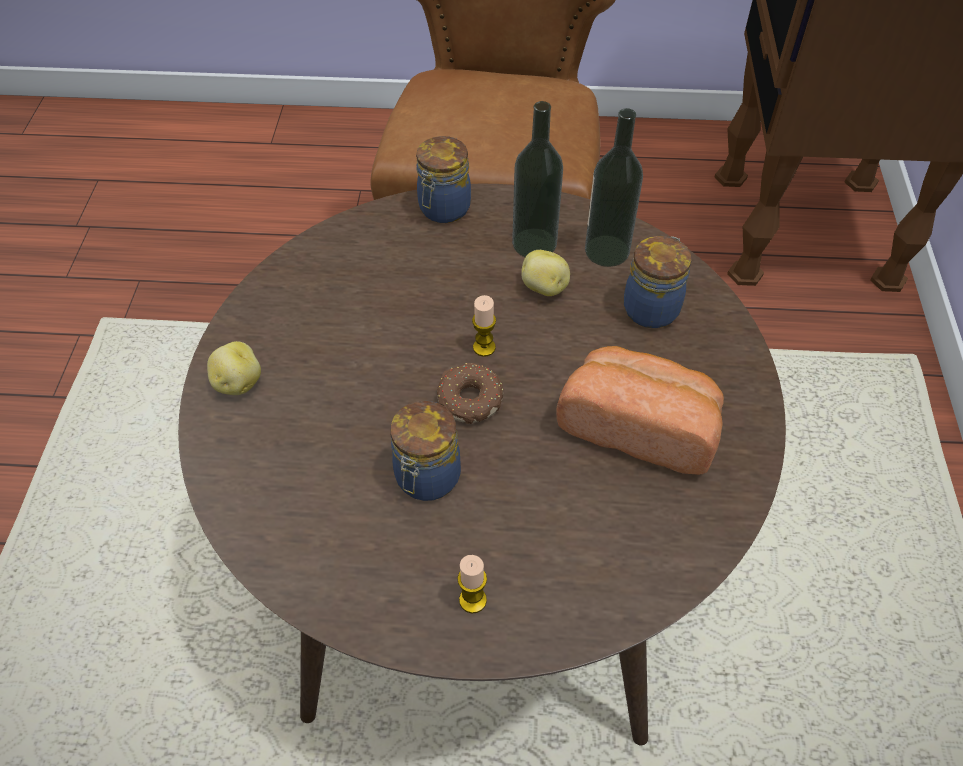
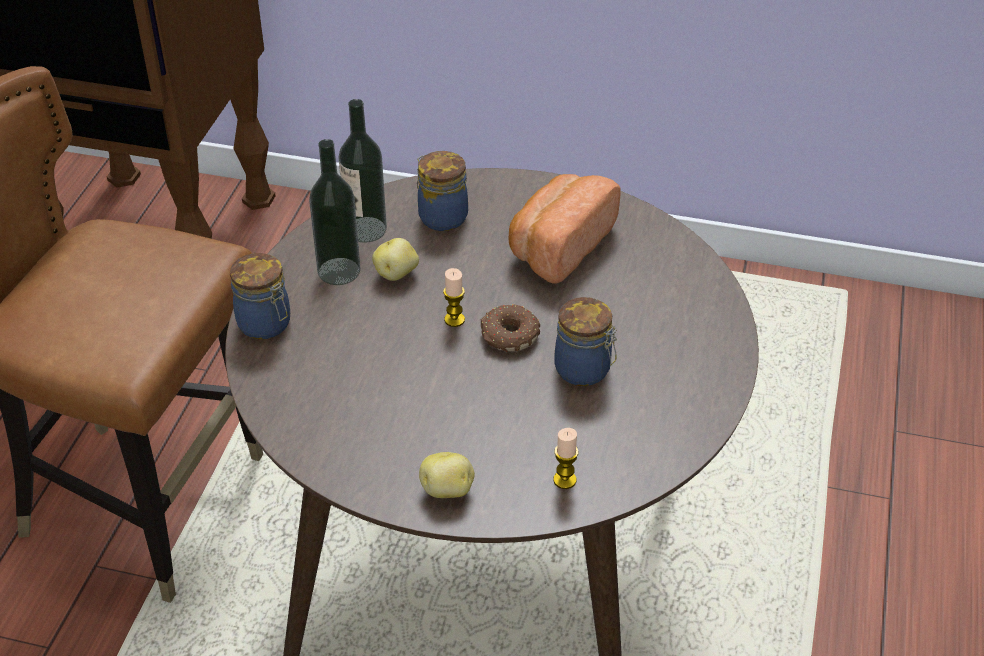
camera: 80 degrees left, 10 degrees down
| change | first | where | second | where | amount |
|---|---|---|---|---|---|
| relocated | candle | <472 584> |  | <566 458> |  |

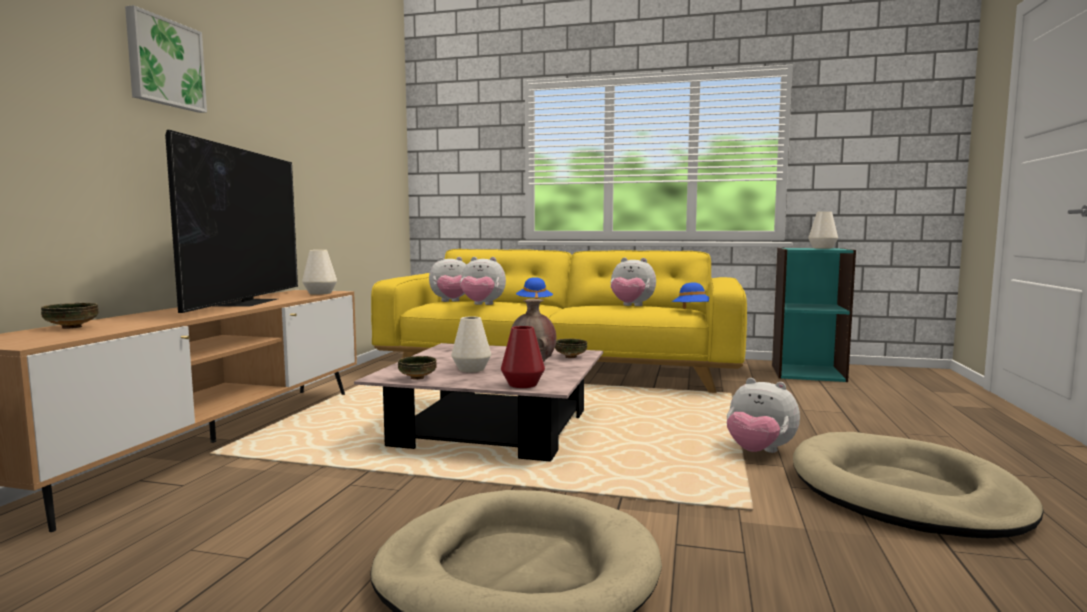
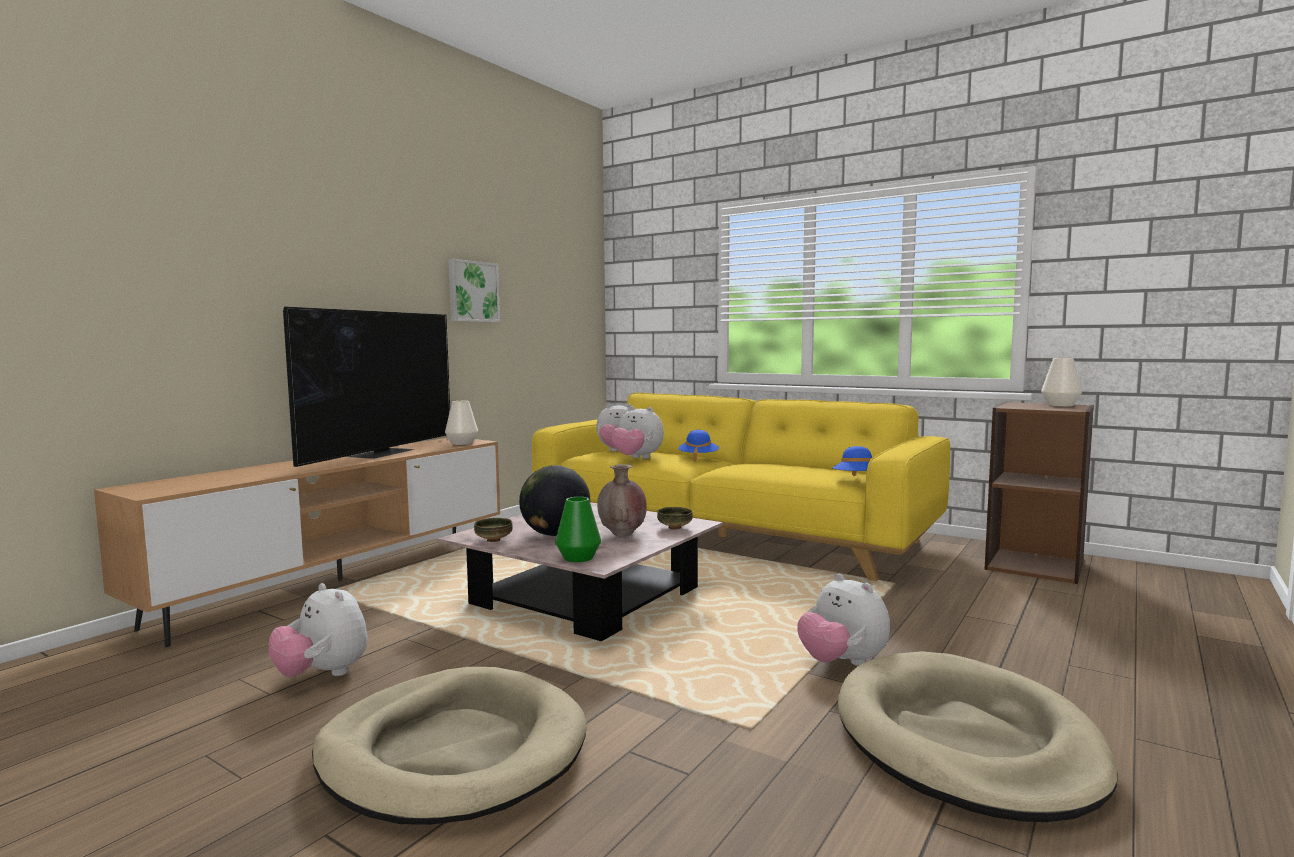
camera: 20 degrees right, 0 degrees up
| change | first | where | second | where | amount |
|---|---|---|---|---|---|
| relocated | plush toy | <633 281> |  | <318 630> |  |
| relocated | picture | <166 59> |  | <474 290> |  |
| exchanged | vase (white) | <471 344> | globe | <554 500> |  |
| colour | vase (red) | <523 357> | vase (green) | <578 529> |  |
| colour | bookcase (turquoise) | <814 315> | bookcase (brown) | <1039 493> |  |
| missing | bowl | <69 315> |  |  |  |

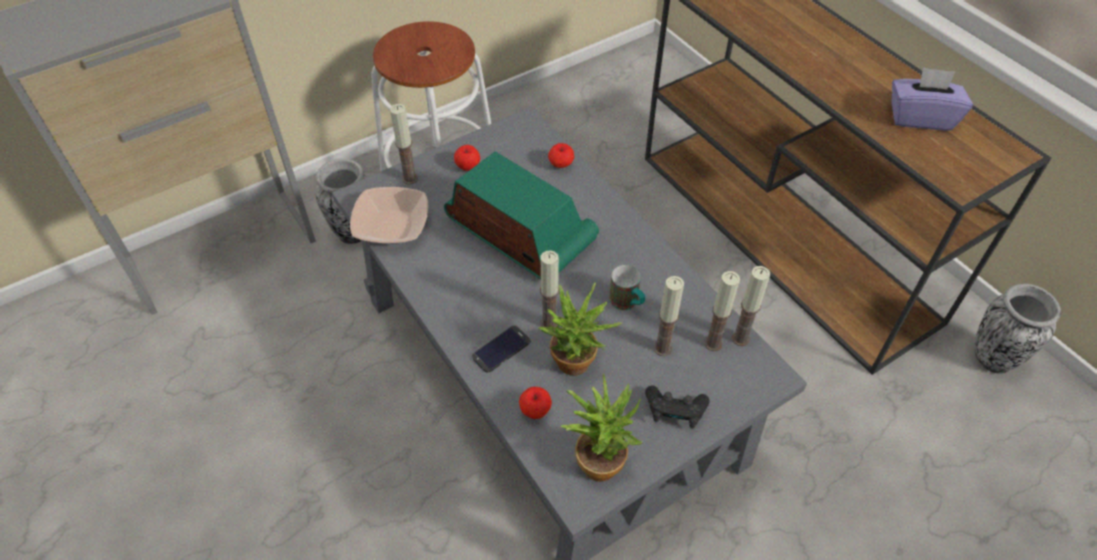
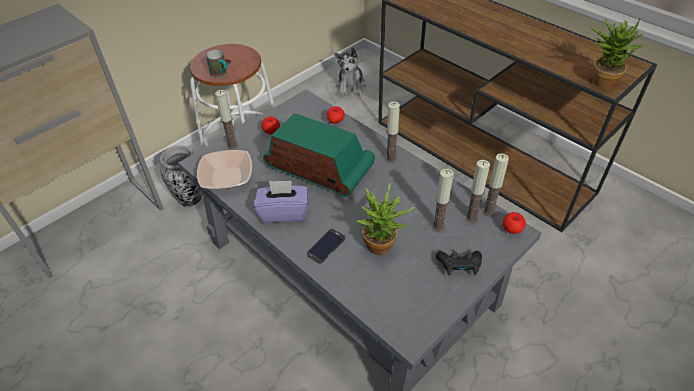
camera: 10 degrees left, 5 degrees down
| change | first | where | second | where | amount |
|---|---|---|---|---|---|
| relocated | mug | <627 287> |  | <216 64> |  |
| relocated | tissue box (purple) | <932 99> |  | <281 202> |  |
| appeared |  |  | plush toy | <350 71> |  |
| relocated | candle | <549 288> |  | <392 132> |  |
| relocated | apple | <535 403> |  | <514 223> |  |
| relocated | potted plant | <601 427> |  | <617 53> |  |
| missing | vase | <1018 329> |  |  |  |

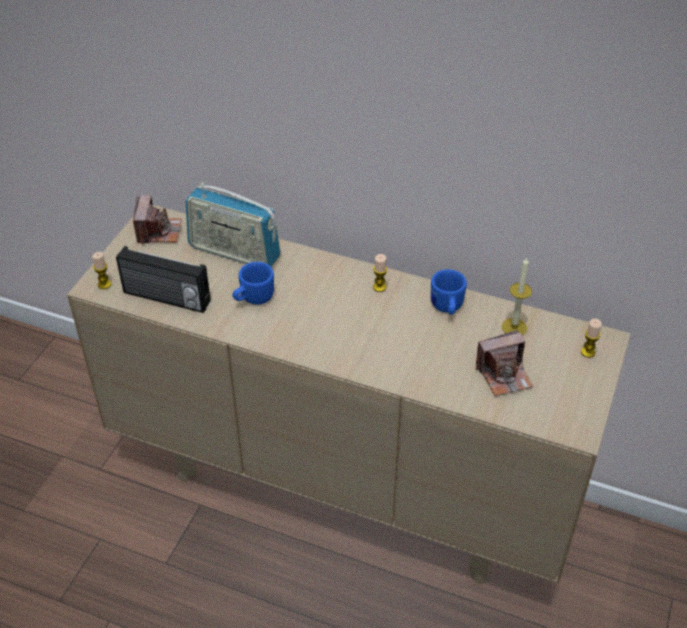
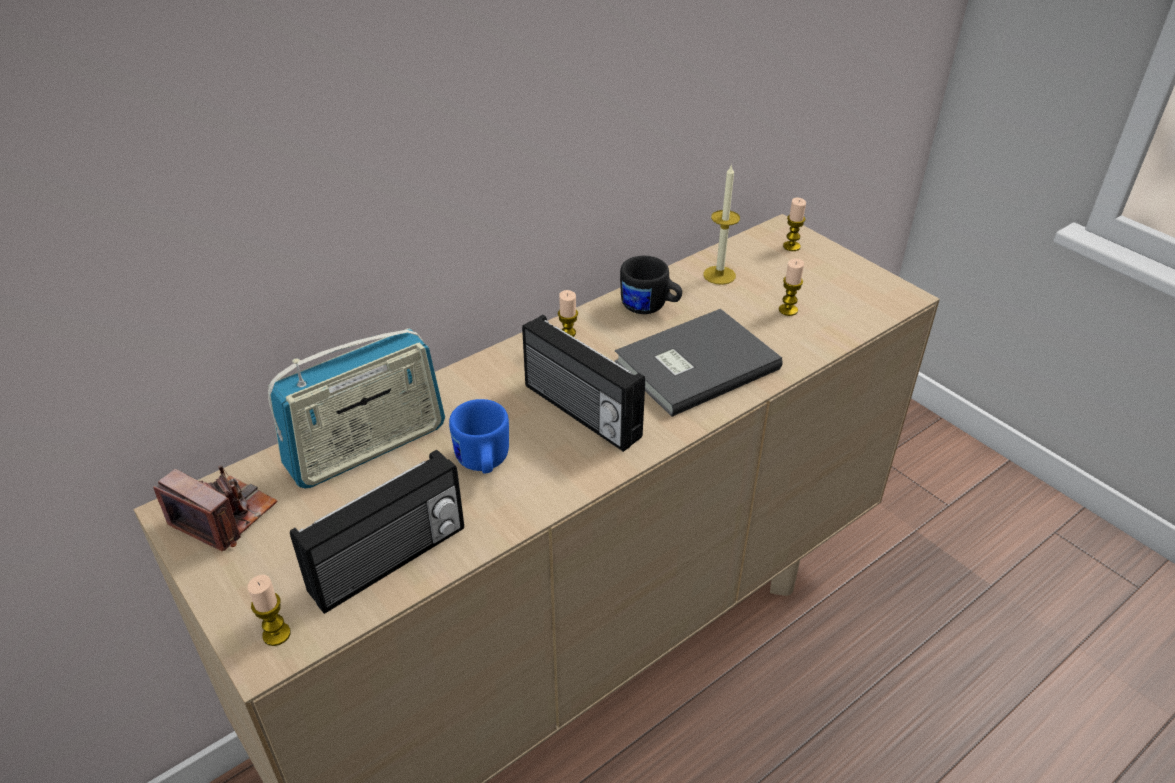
camera: 60 degrees left, 5 degrees down
| change | first | where | second | where | amount |
|---|---|---|---|---|---|
| appeared |  |  | radio | <583 383> |  |
| appeared |  |  | book (grey) | <699 363> |  |
| colour | mug (blue) | <449 292> | mug (black) | <651 285> |  |
| exchanged | photo camera | <505 363> | candle | <791 287> |  |

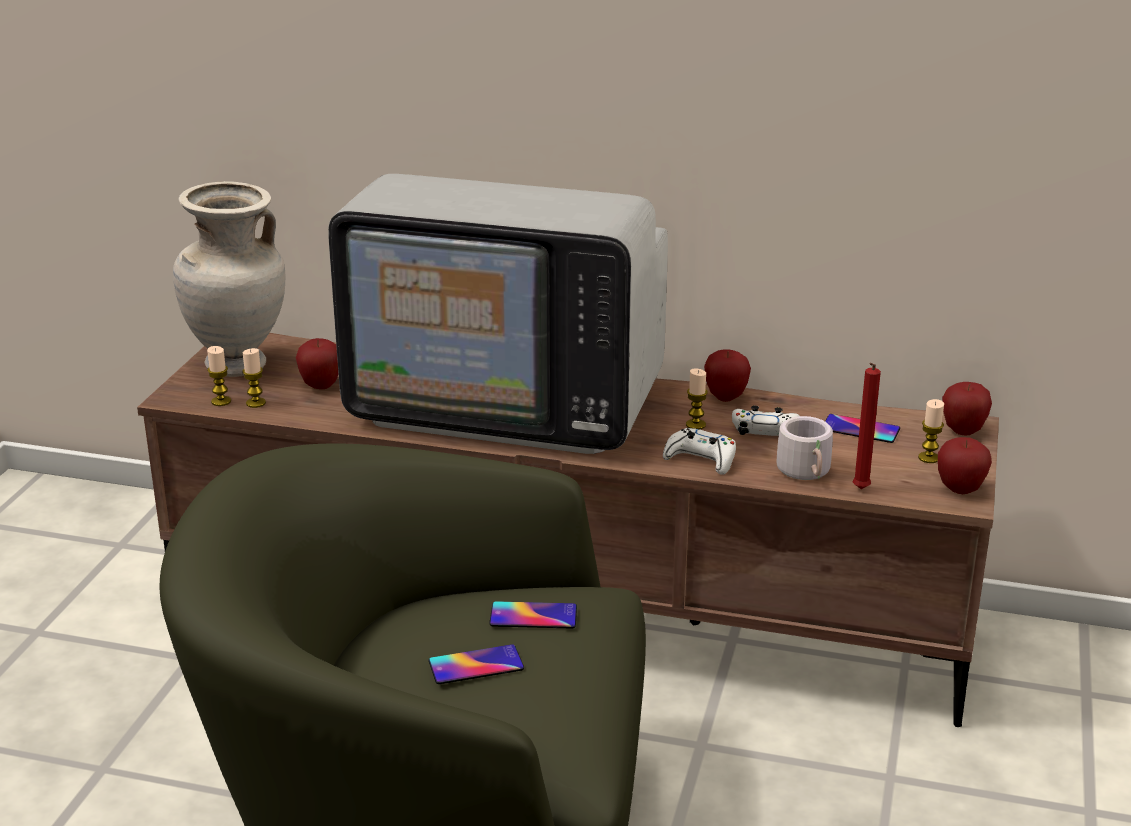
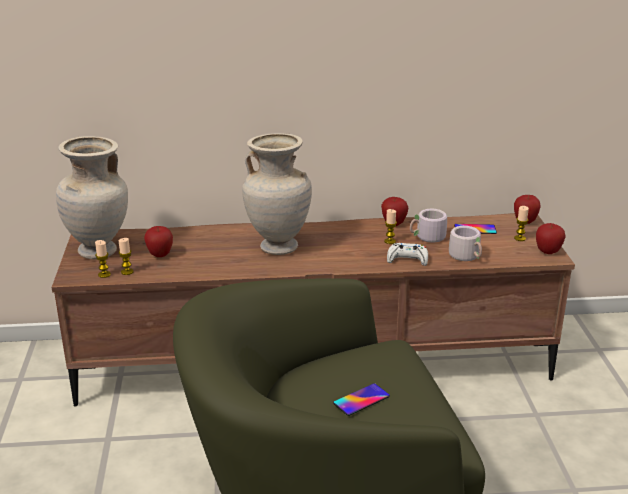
camera: 20 degrees left, 0 degrees up
| change | first | where | second | where | amount |
|---|---|---|---|---|---|
| exchanged | television | <498 314> | vase (beige) | <277 194> |  |
| exchanged | game controller (white) | <765 421> | mug (grey) | <428 225> |  |
| missing | phone | <533 615> |  |  |  |
| missing | candle (red) | <867 426> |  |  |  |

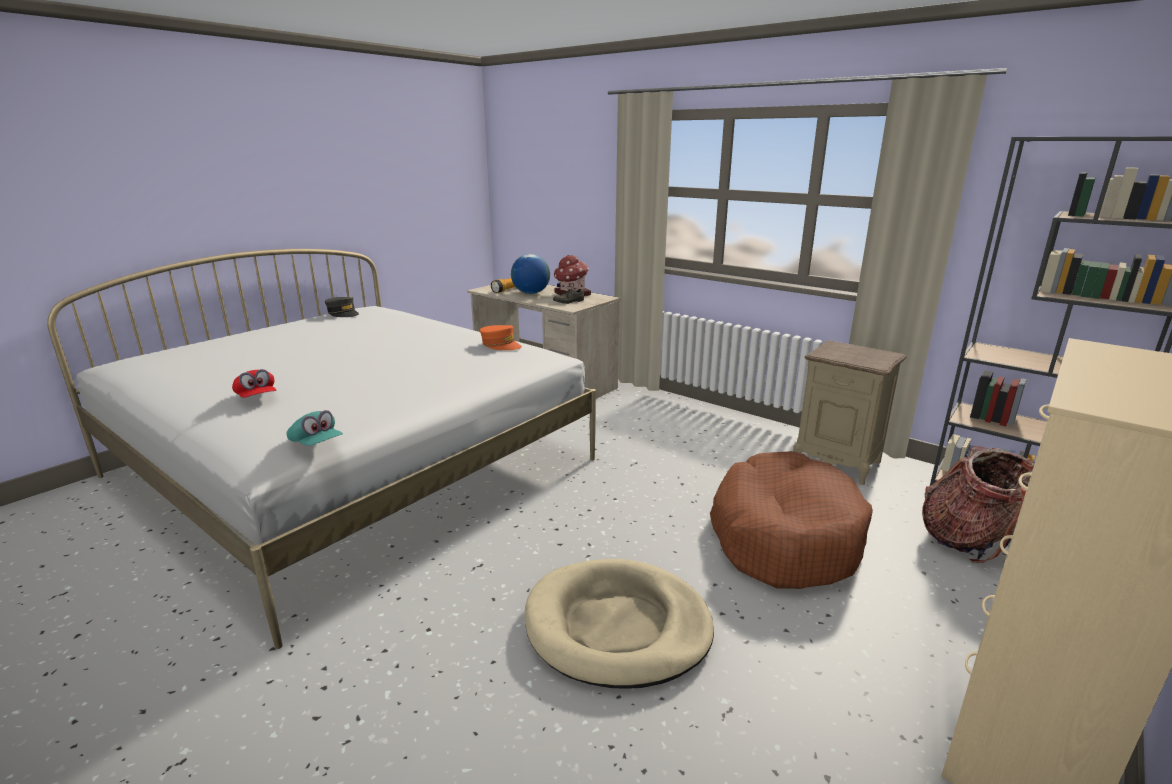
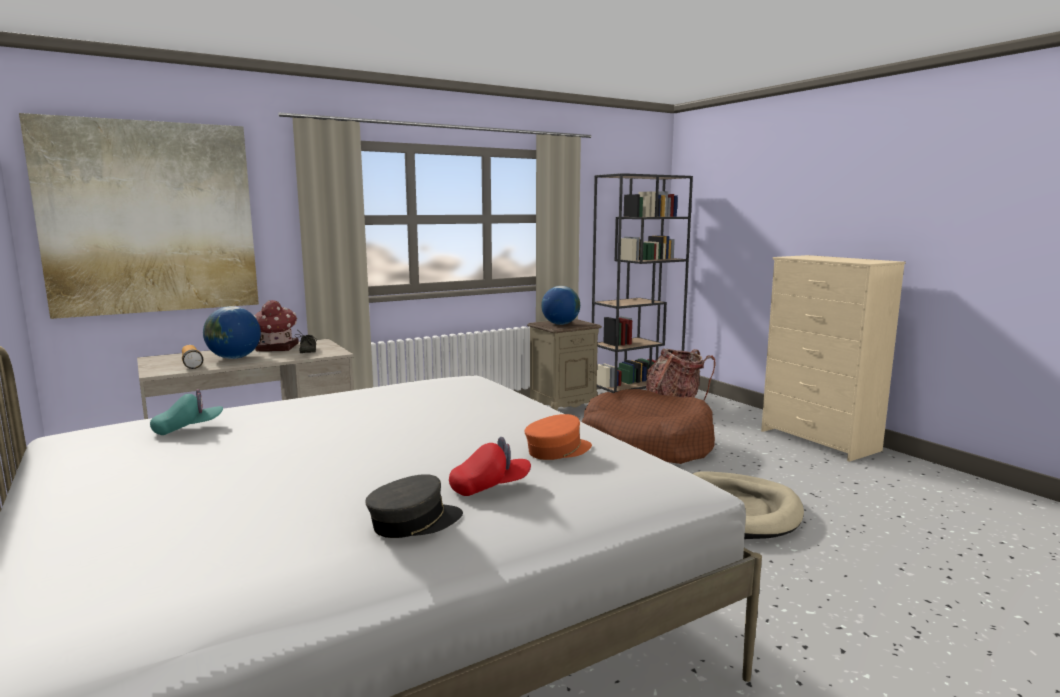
camera: 70 degrees left, 10 degrees down
| change | first | where | second | where | amount |
|---|---|---|---|---|---|
| appeared |  |  | picture | <139 216> |  |
| relocated | cap (turquoise) | <314 428> |  | <186 412> |  |
| relocated | cap (grey) | <342 307> |  | <414 506> |  |
| relocated | cap (orange) | <501 337> |  | <558 437> |  |
| appeared |  |  | globe | <560 305> |  |

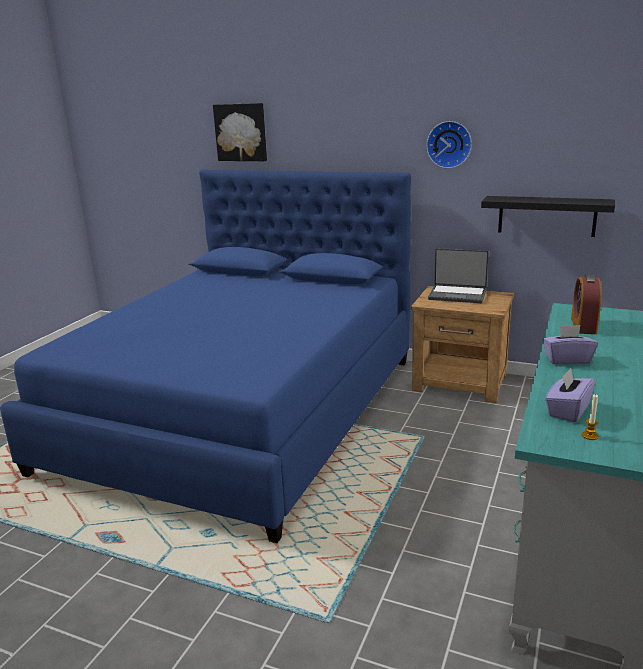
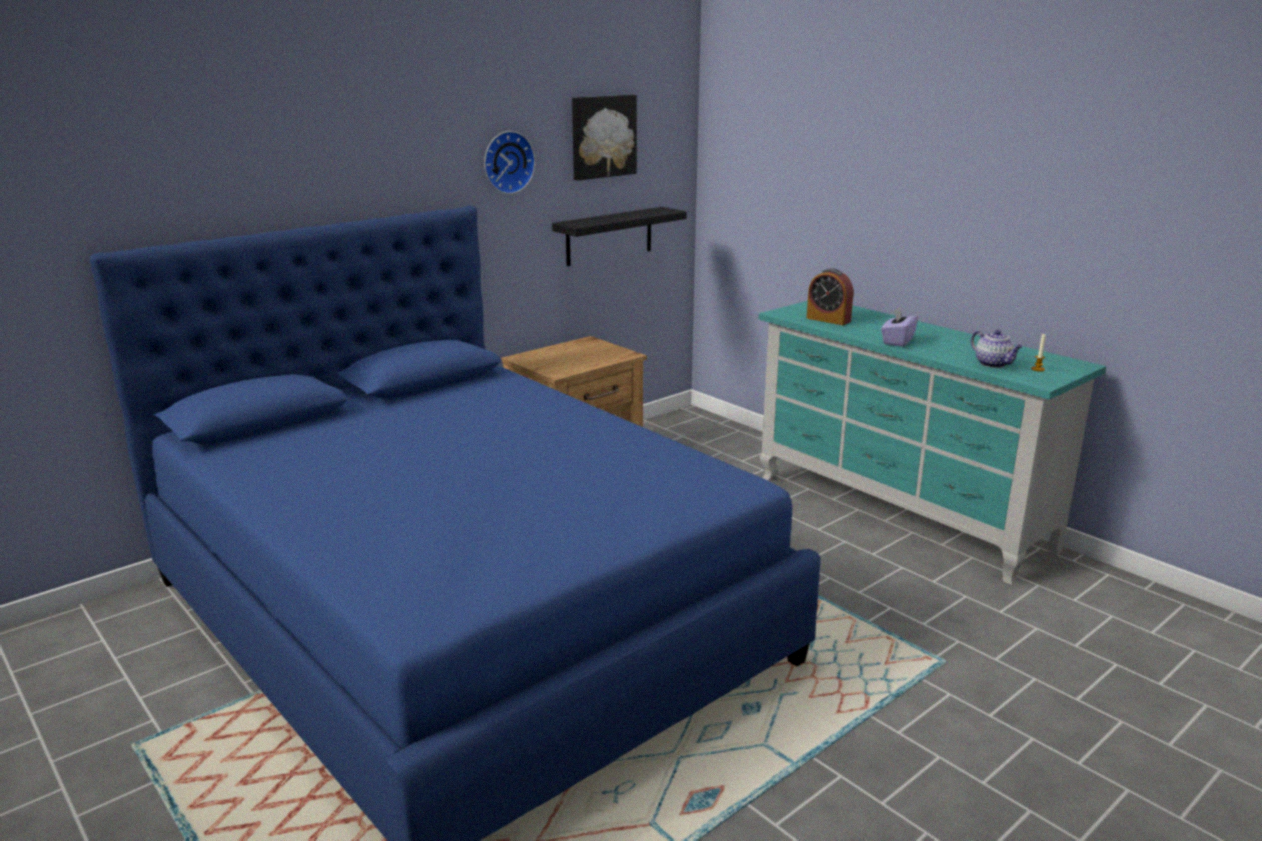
camera: 65 degrees left, 0 degrees up
| change | first | where | second | where | amount |
|---|---|---|---|---|---|
| relocated | picture | <240 132> |  | <604 137> |  |
| exchanged | tissue box (purple) | <570 395> | teapot | <997 349> |  |
| missing | laptop | <458 275> |  |  |  |

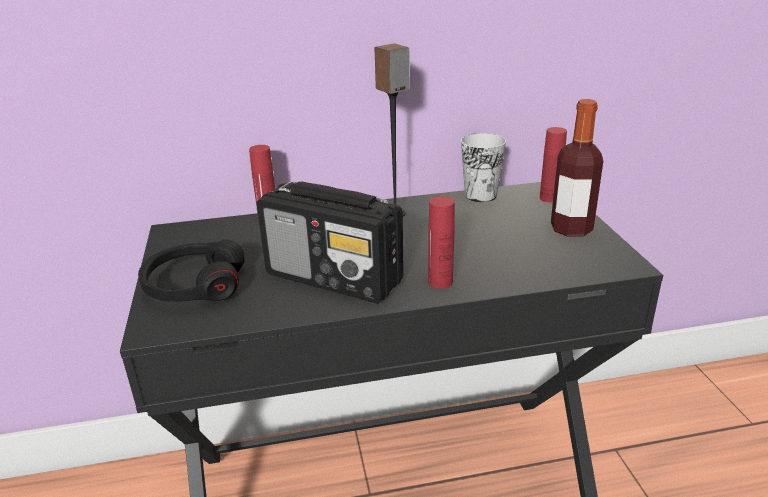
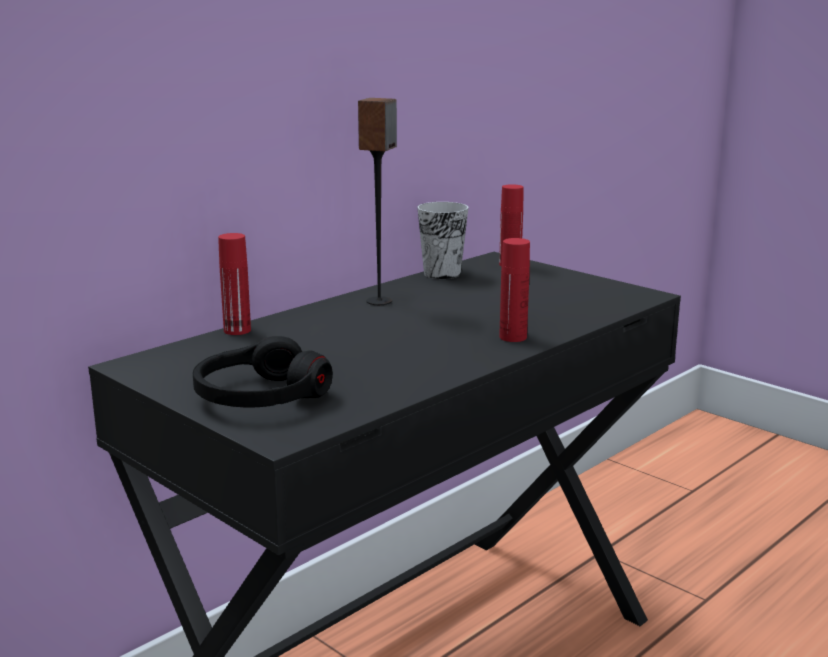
camera: 35 degrees left, 10 degrees down
| change | first | where | second | where | amount |
|---|---|---|---|---|---|
| missing | radio | <330 242> |  |  |  |
| missing | bottle | <577 168> |  |  |  |

